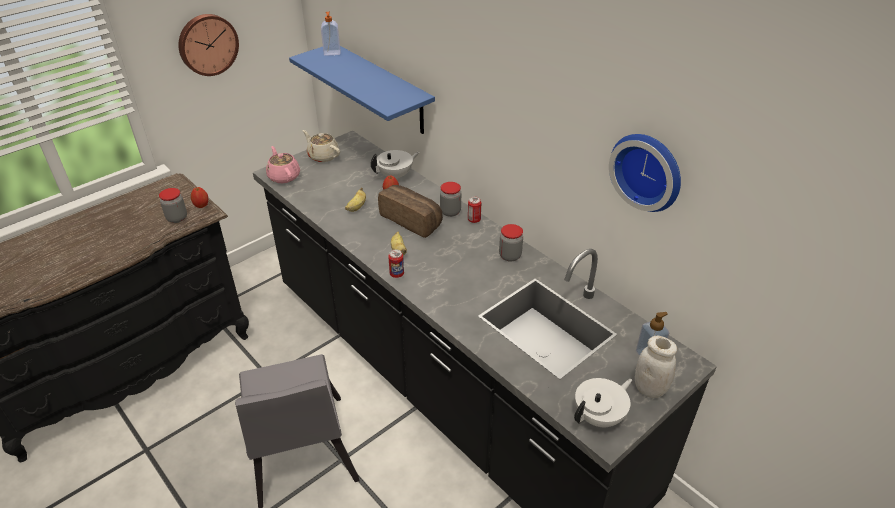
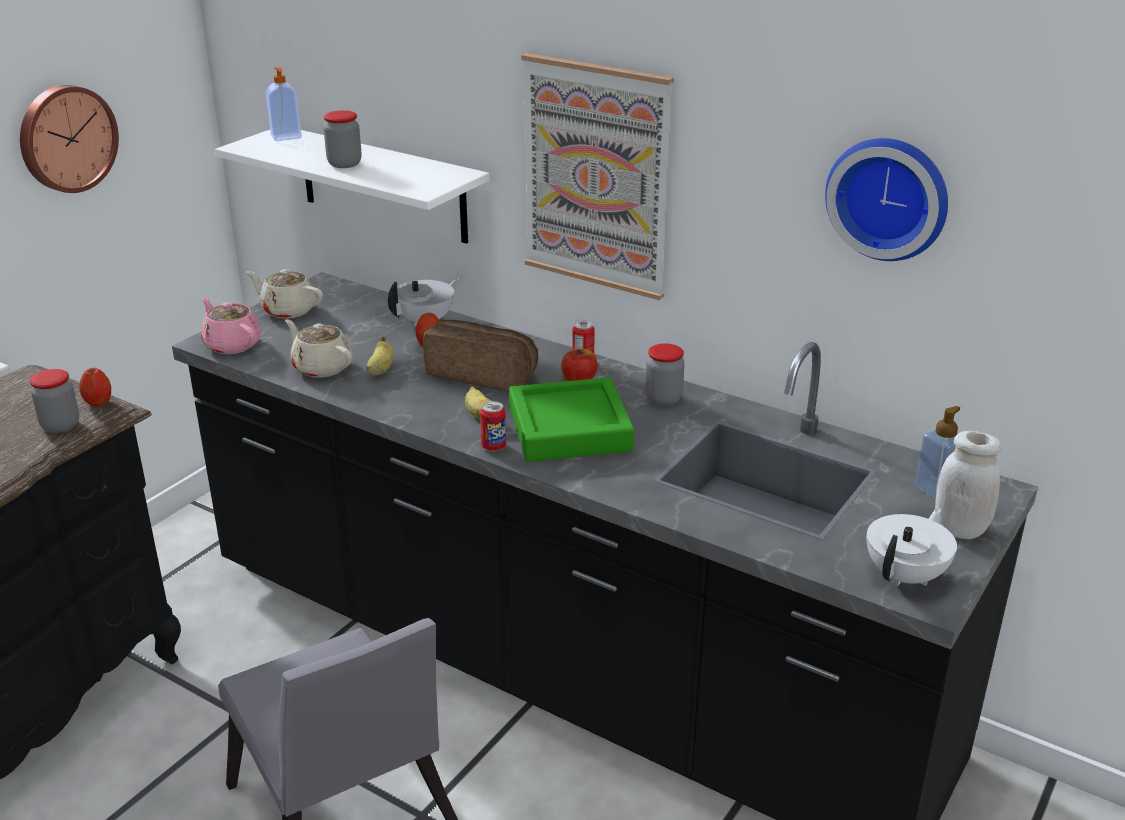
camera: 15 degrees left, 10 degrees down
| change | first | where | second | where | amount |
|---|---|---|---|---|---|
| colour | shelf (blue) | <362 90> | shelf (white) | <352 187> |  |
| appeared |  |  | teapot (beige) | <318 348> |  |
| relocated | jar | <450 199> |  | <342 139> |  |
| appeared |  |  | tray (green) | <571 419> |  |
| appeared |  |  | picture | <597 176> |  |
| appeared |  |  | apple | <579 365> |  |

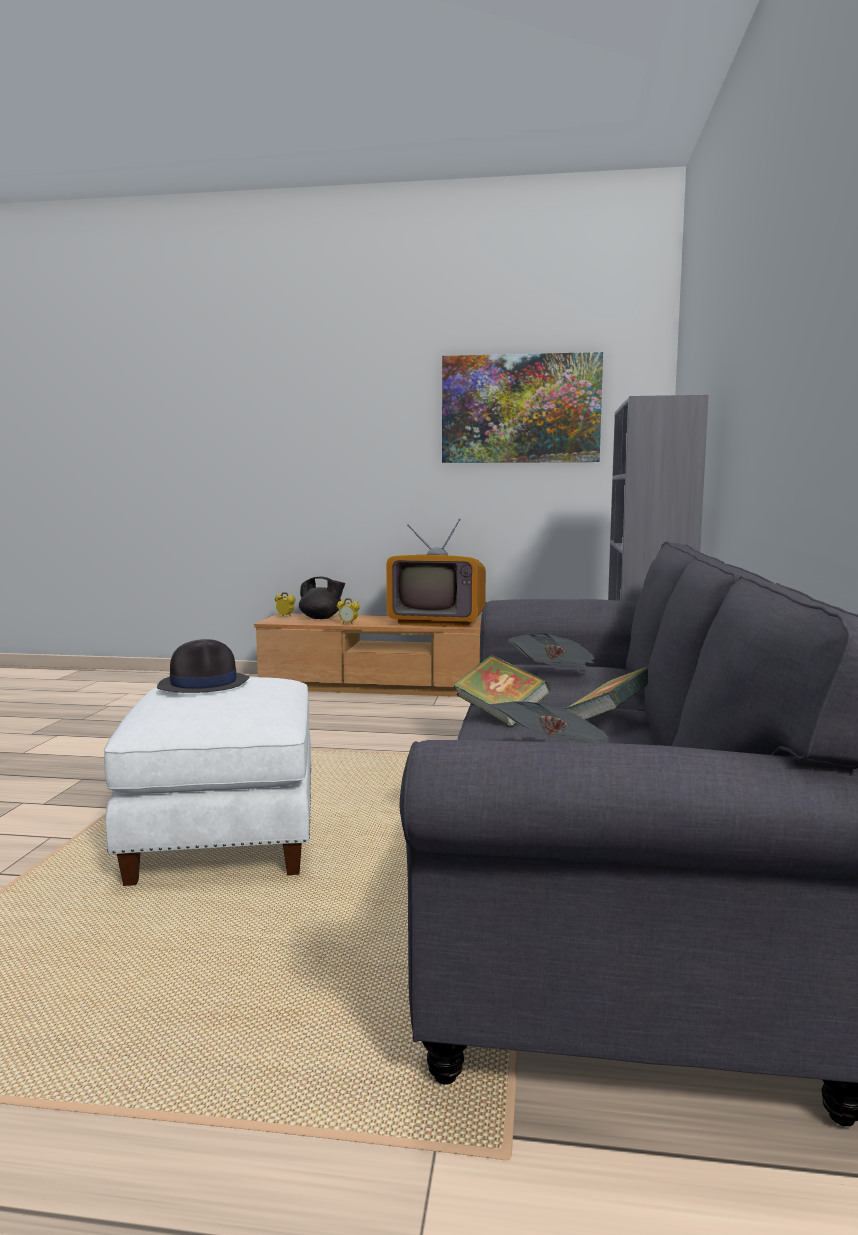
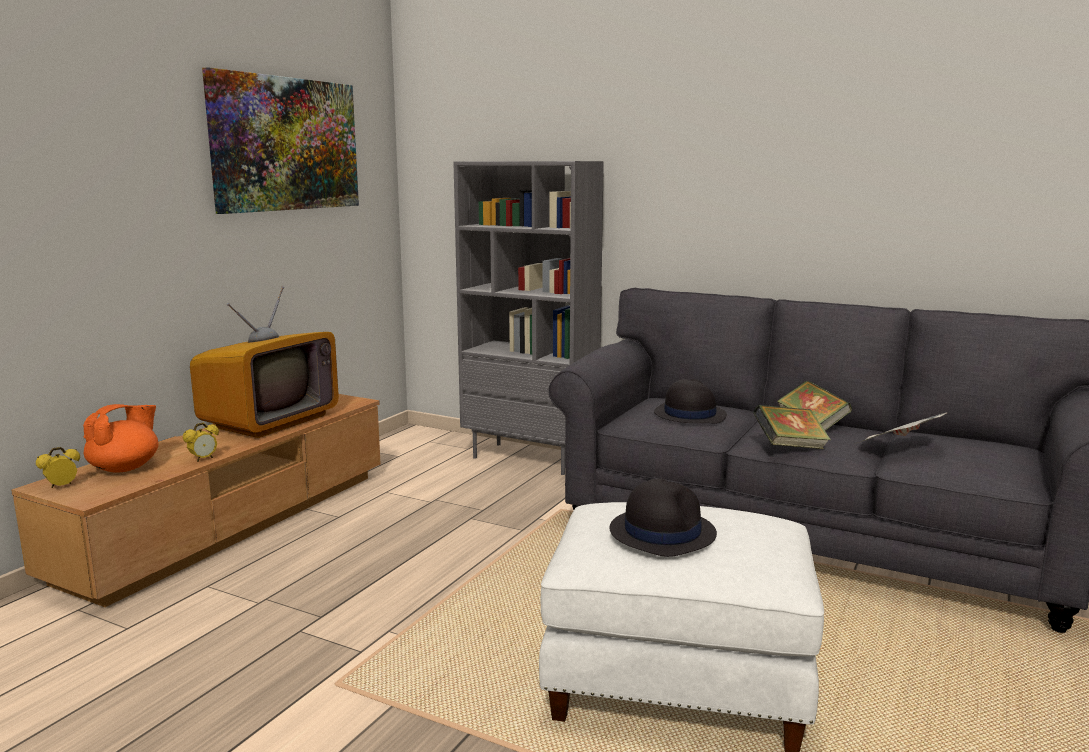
camera: 70 degrees left, 5 degrees up
| change | first | where | second | where | amount |
|---|---|---|---|---|---|
| colour | teapot (black) | <322 597> | teapot (orange) | <121 438> |  |
| exchanged | newspaper | <551 651> | hat (black) | <690 401> |  |

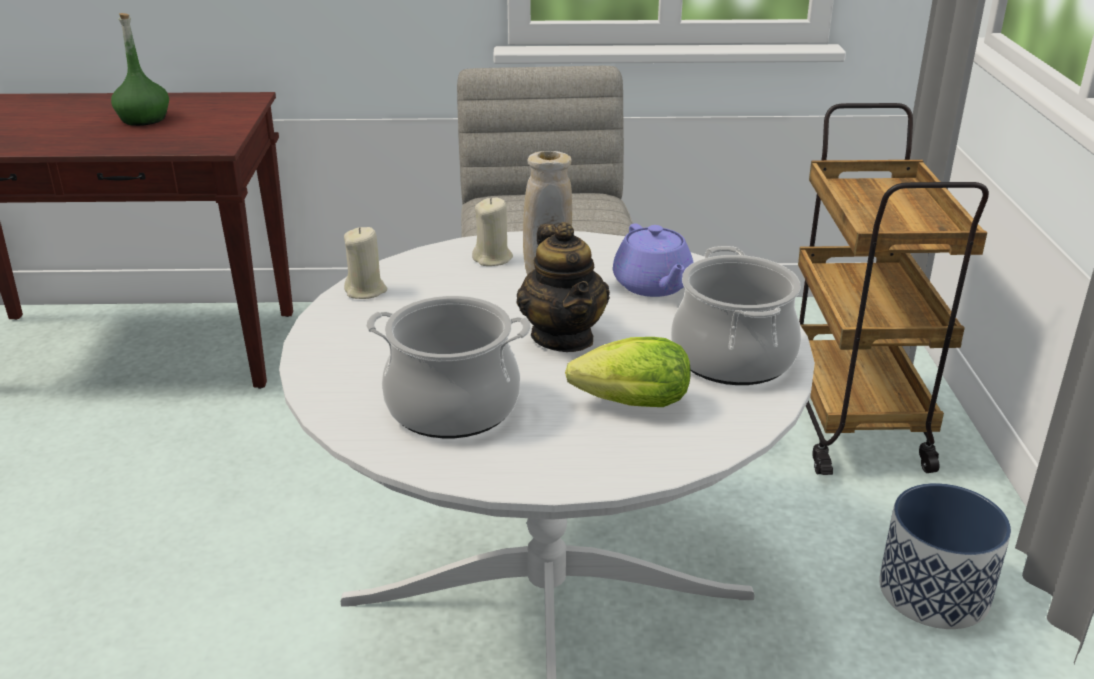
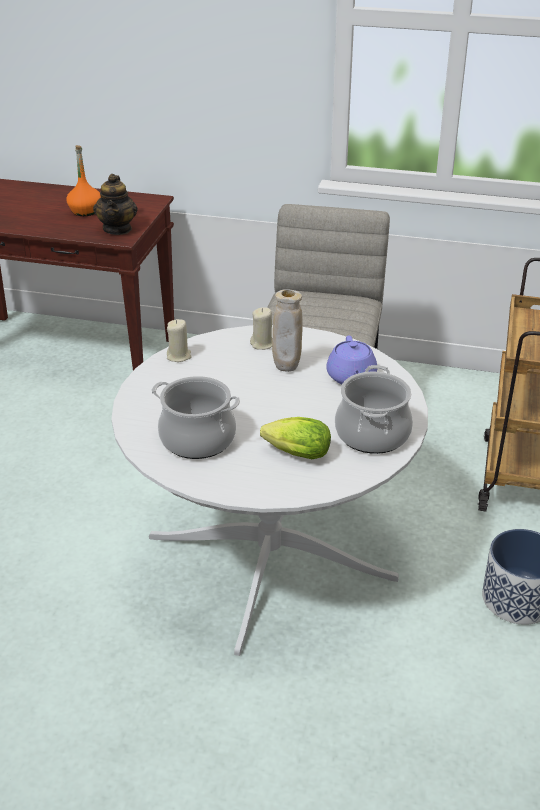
camera: 15 degrees right, 5 degrees up
| change | first | where | second | where | amount |
|---|---|---|---|---|---|
| colour | bottle (green) | <140 69> | bottle (orange) | <83 180> |  |
| relocated | teapot | <563 287> |  | <115 204> |  |

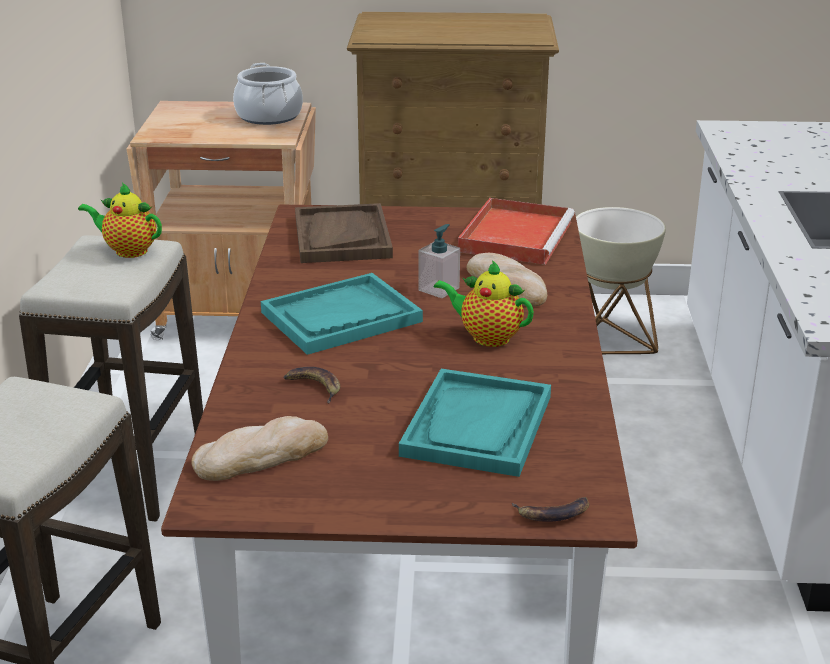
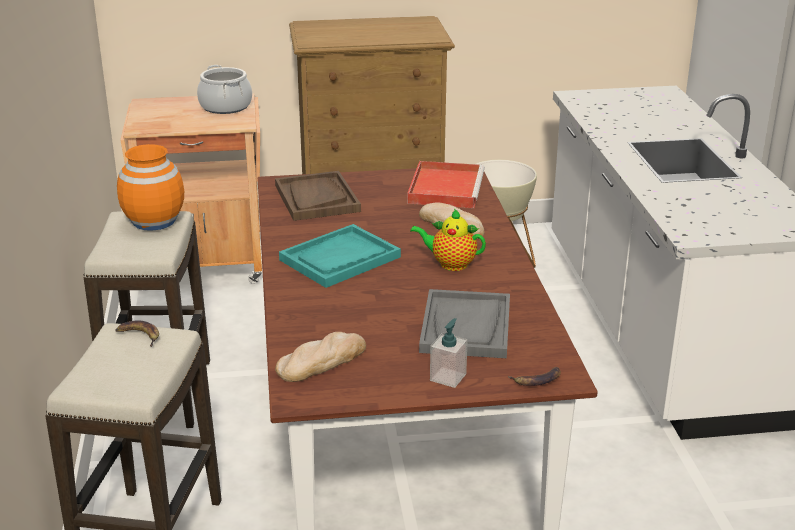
camera: 10 degrees left, 0 degrees up
| change | first | where | second | where | amount |
|---|---|---|---|---|---|
| relocated | banana | <311 385> |  | <137 333> |  |
| exchanged | teapot | <120 220> | vase (orange) | <150 187> |  |
| colour | tray (turquoise) | <475 423> | tray (grey) | <464 323> |  |
| relocated | soap dispenser | <439 261> |  | <449 353> |  |

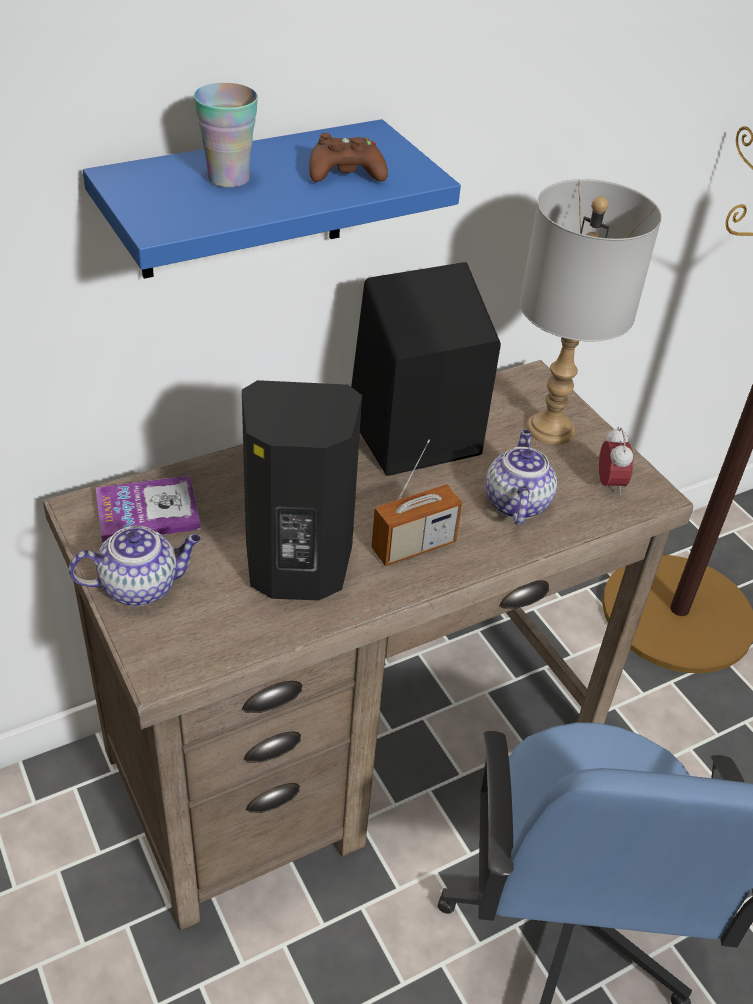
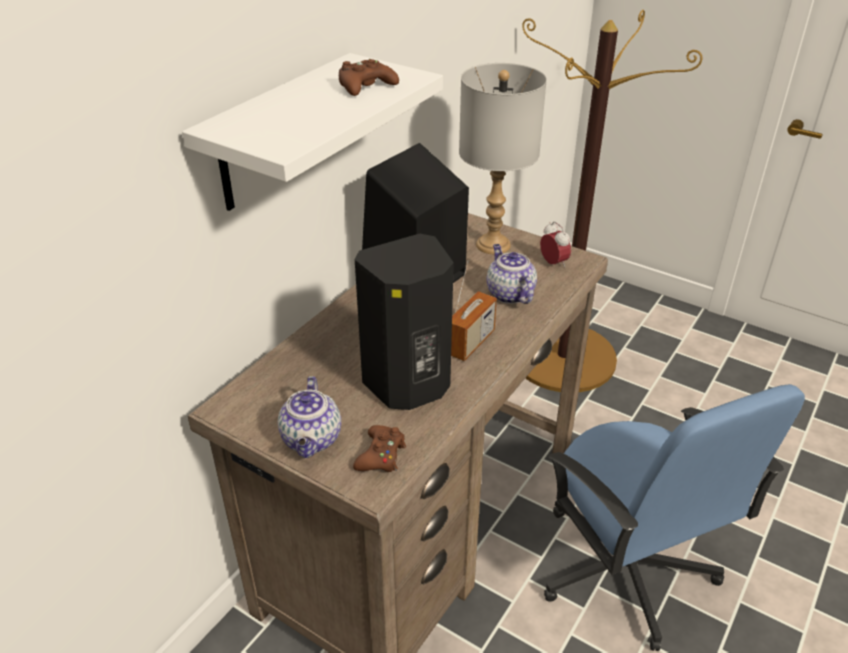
camera: 25 degrees left, 5 degrees down
| change | first | where | second | where | amount |
|---|---|---|---|---|---|
| colour | shelf (blue) | <272 199> | shelf (white) | <312 132> |  |
| spun | teapot | <135 566> |  | <309 417> | 135 degrees clockwise |
| appeared |  |  | game controller (brown) | <379 448> |  |
| missing | book | <148 509> |  |  |  |
| missing | cup | <226 135> |  |  |  |

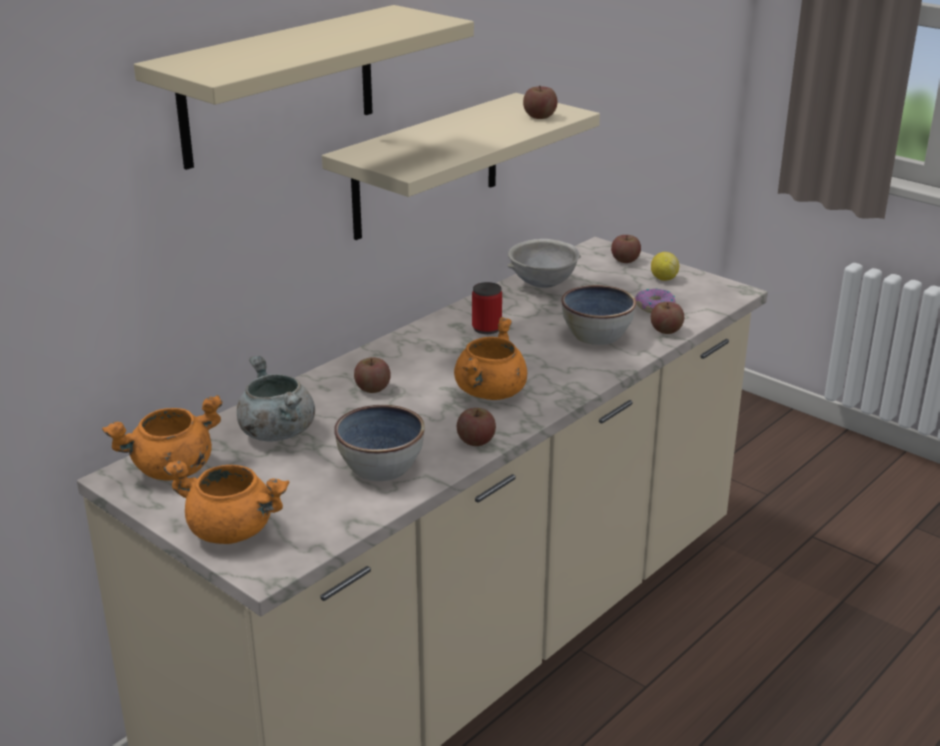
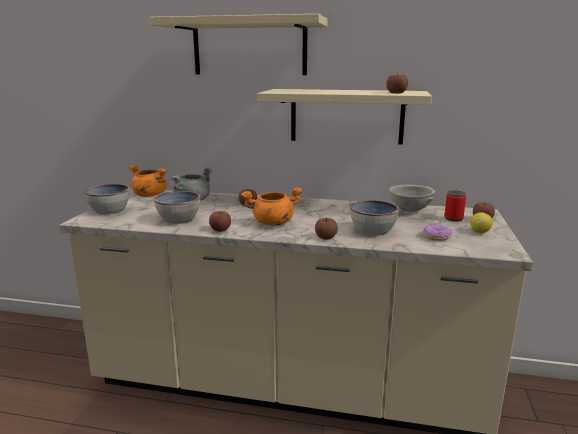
camera: 60 degrees right, 10 degrees down
| change | first | where | second | where | amount |
|---|---|---|---|---|---|
| exchanged | cooking pot (orange) | <226 502> | bowl | <107 199> |  |
| relocated | apple | <667 318> |  | <326 228> |  |
| relocated | can | <487 308> |  | <455 206> |  |

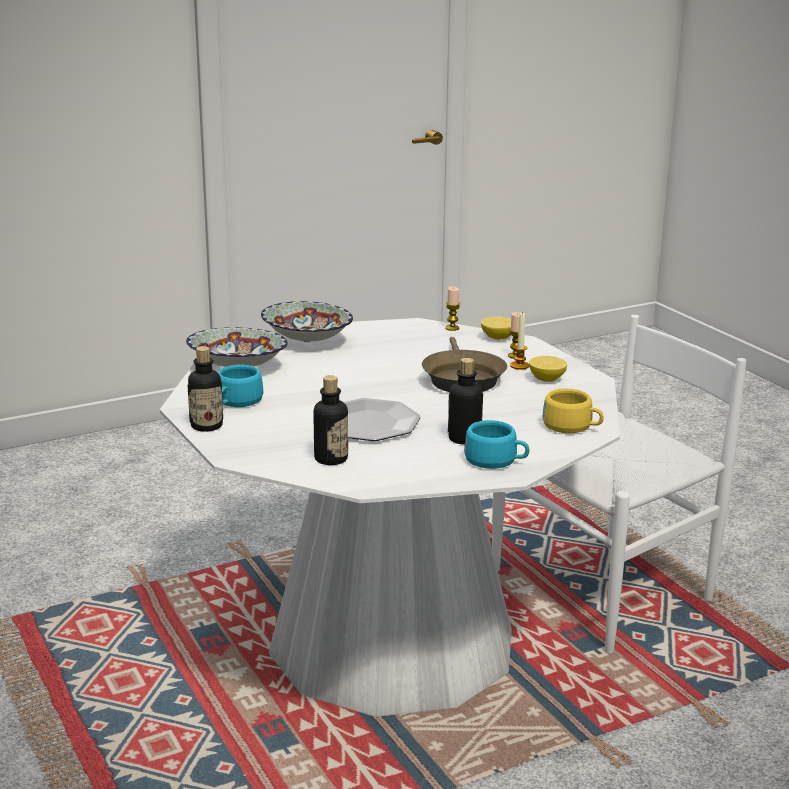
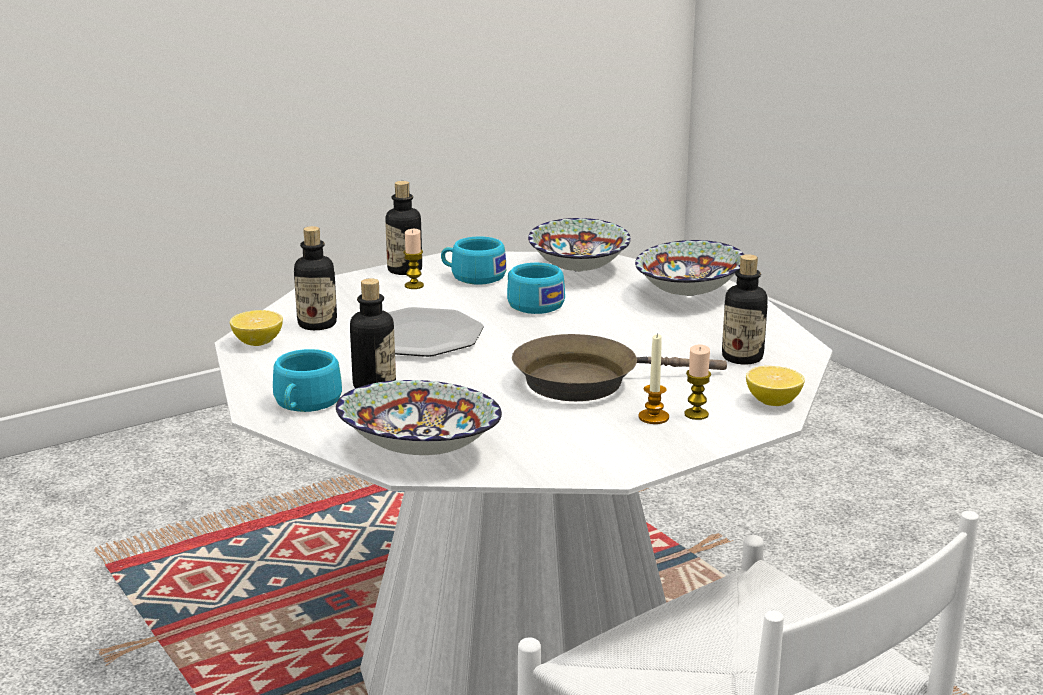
camera: 85 degrees right, 0 degrees up
| change | first | where | second | where | amount |
|---|---|---|---|---|---|
| relocated | lemon | <548 369> |  | <256 328> |  |
| exchanged | cup (yellow) | <573 411> | bowl | <419 417> |  |
| relocated | candle | <452 309> |  | <413 259> |  |
| appeared |  |  | cup (turquoise) | <536 288> |  |
| appeared |  |  | bottle | <745 309> |  |

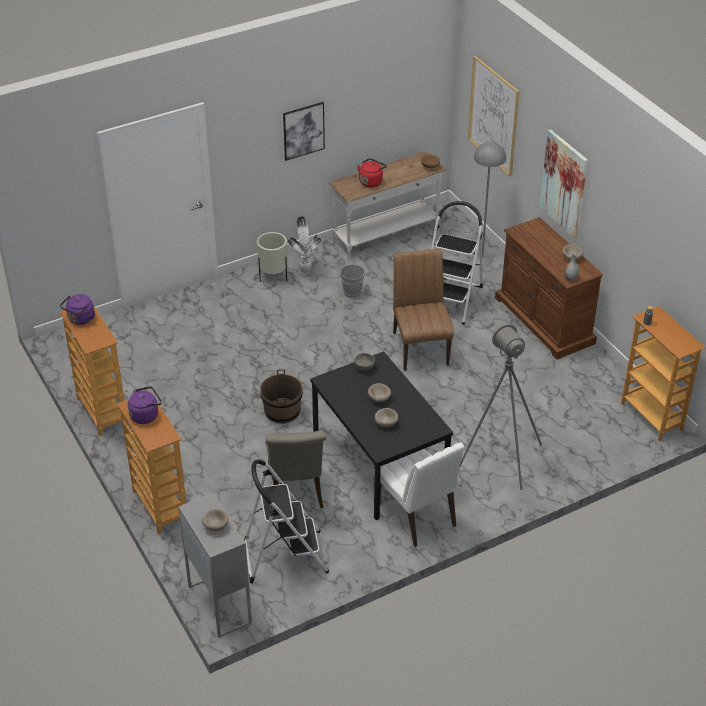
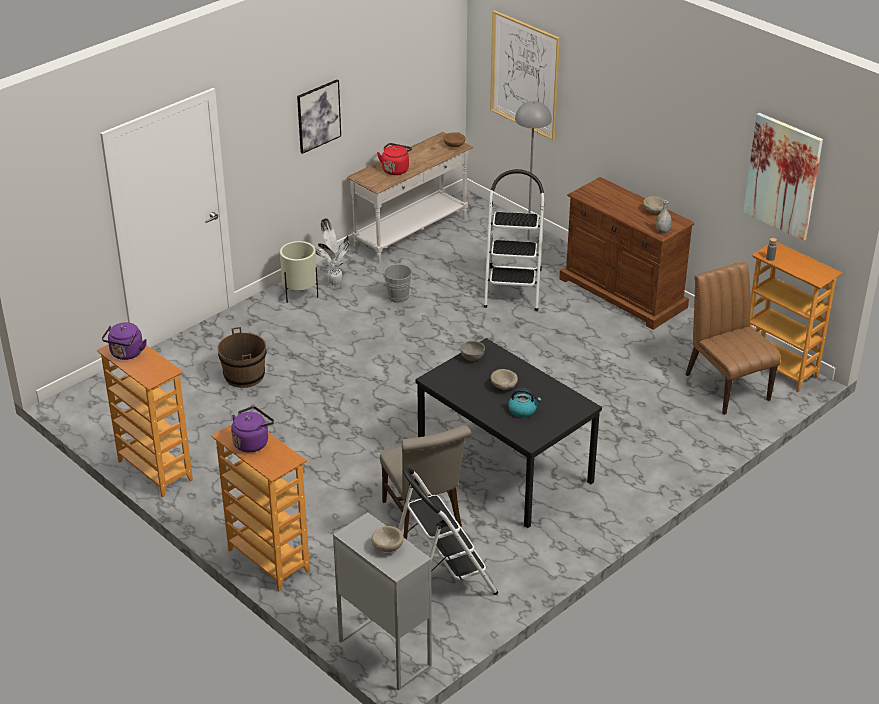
camera: 15 degrees left, 5 degrees down
| change | first | where | second | where | amount |
|---|---|---|---|---|---|
| relocated | bucket (brown) | <281 396> |  | <242 357> |  |
| exchanged | bowl (beige) | <386 417> | kettle | <524 402> |  |
| relocated | chair (brown) | <423 310> |  | <733 338> |  |
| relocated | picture | <564 183> |  | <783 177> |  |
| missing | chair (white) | <419 494> |  |  |  |
| missing | floor lamp (grey) | <501 407> |  |  |  |

